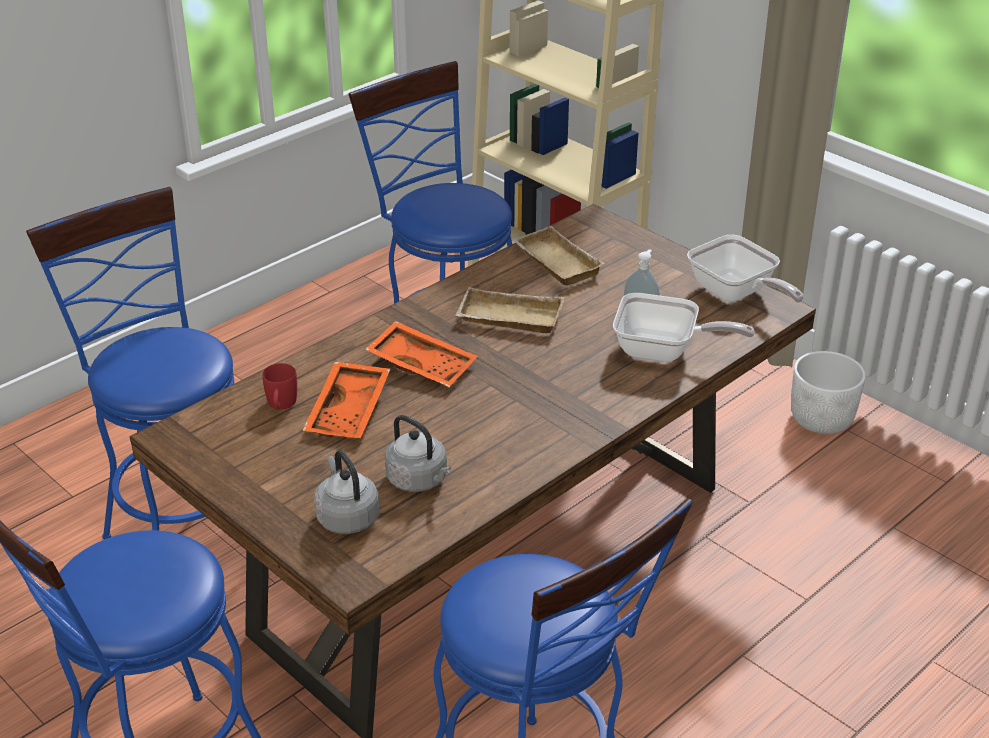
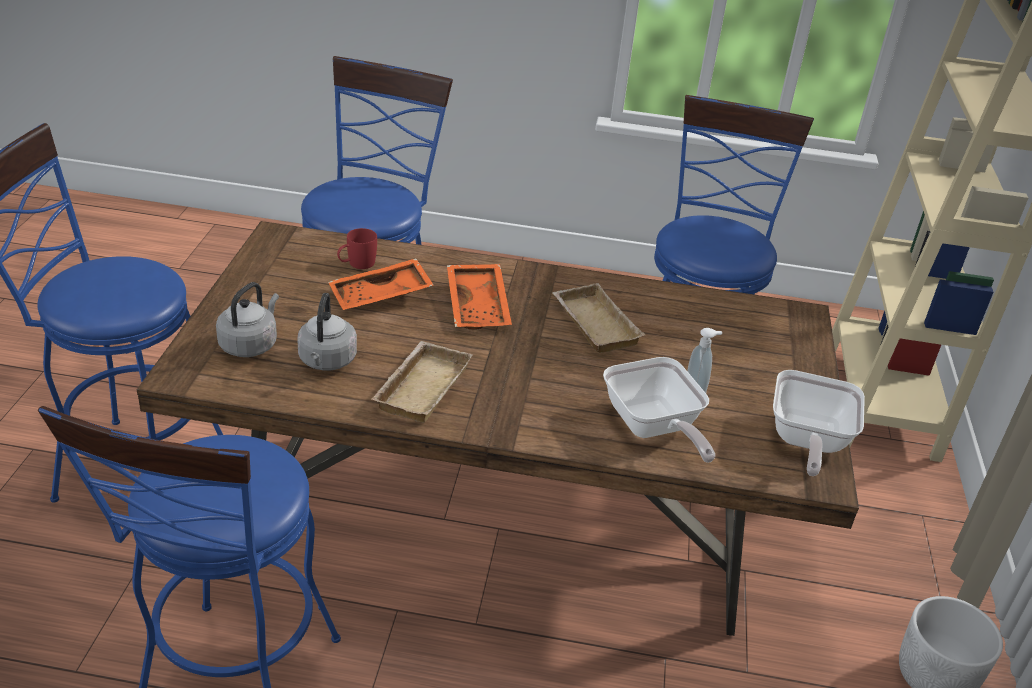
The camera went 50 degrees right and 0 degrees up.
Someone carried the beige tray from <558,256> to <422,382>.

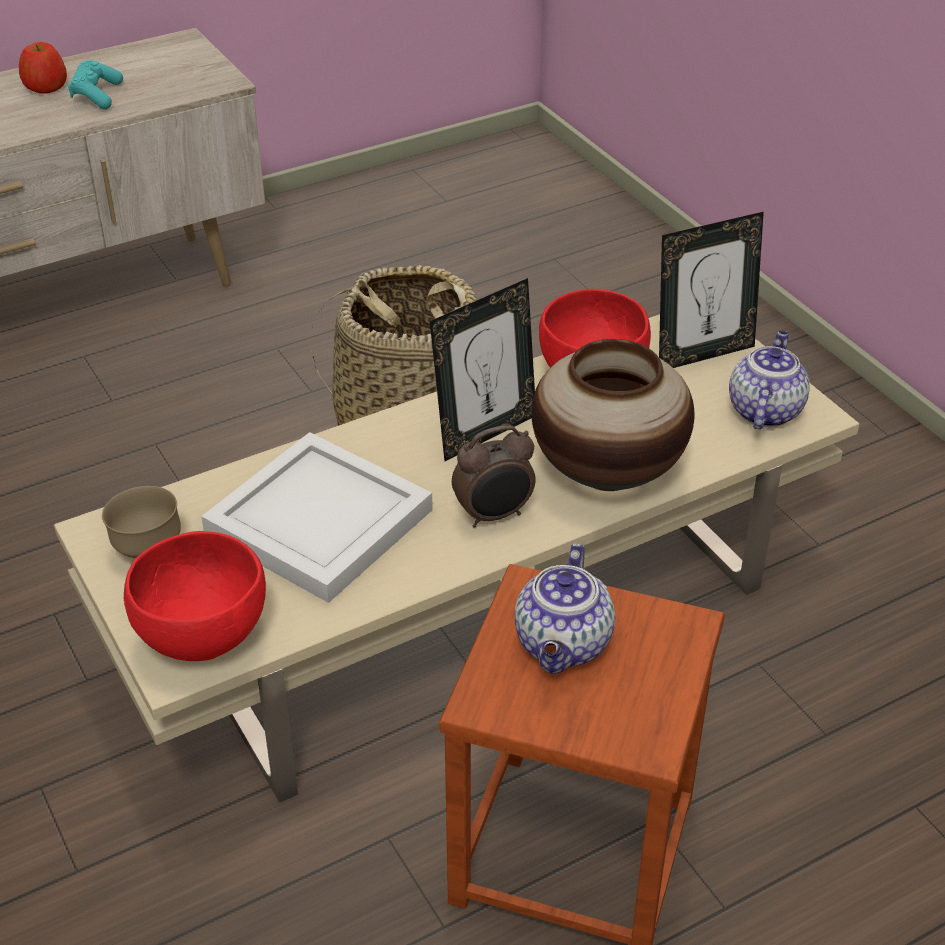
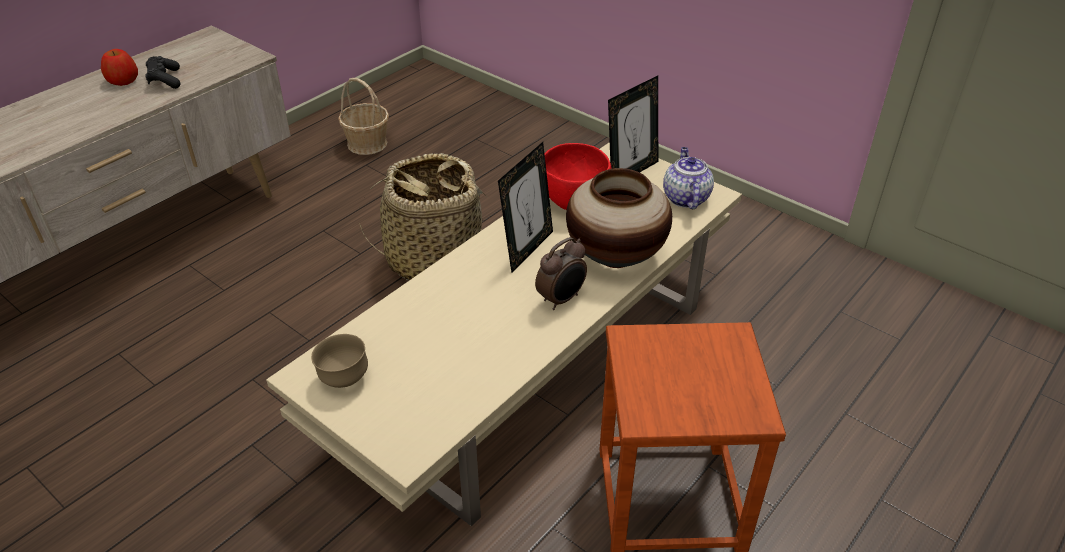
The camera went 20 degrees left and 0 degrees up.
Someone repainted the turquoise game controller at <95,84>, which became the black game controller at <163,72>.
Someone took away the red bowl at <195,596>.
Someone took away the white tray at <317,517>.
Someone took away the teapot at <565,608>.
Someone put down the basket at <363,116>.

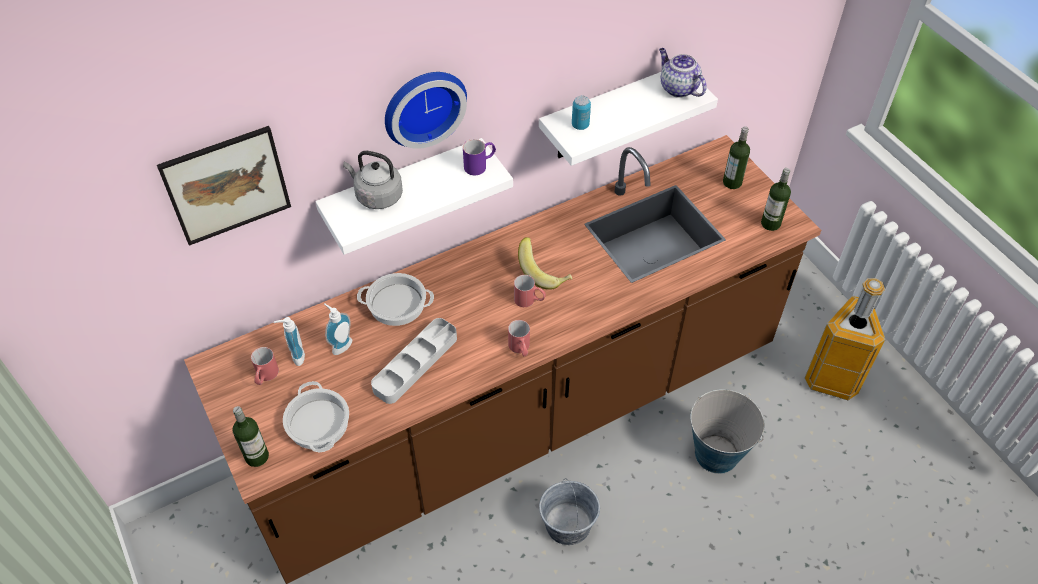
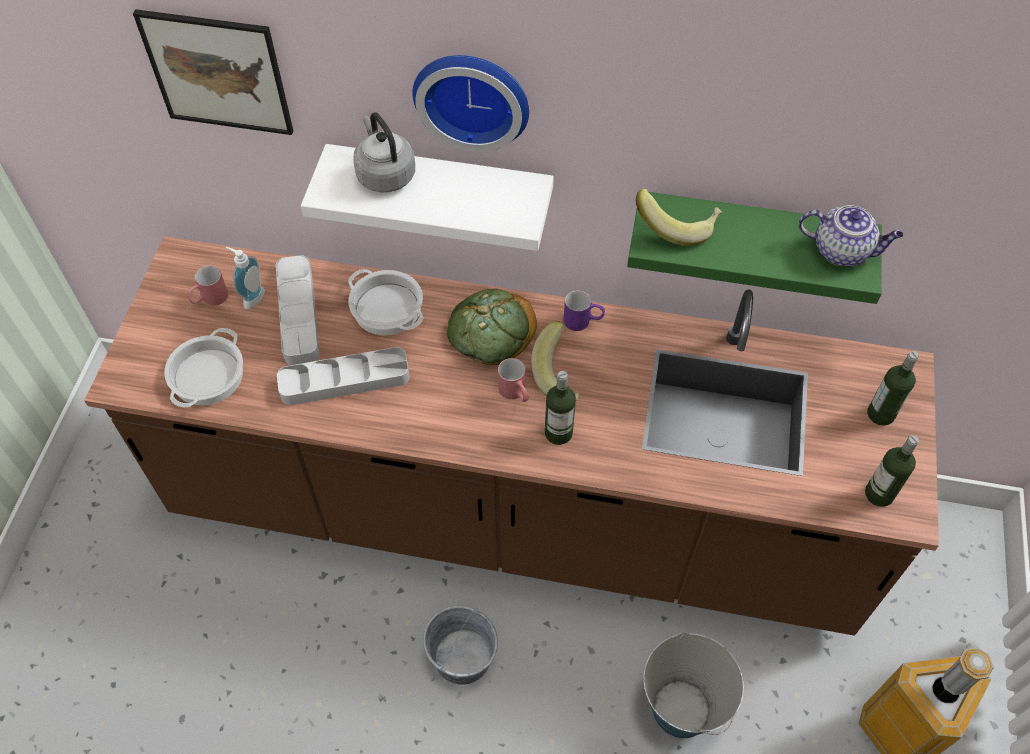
The camera went 40 degrees right and 5 degrees up.
Someone carried the bottle from <251,436> to <560,408>.
Someone swapped the soap dispenser at <338,329> for the grey tray at <298,310>.
Someone carried the purple mug from <479,157> to <584,310>.
Someone took away the red mug at <519,338>.
Someone repainted the white shelf at <628,119>, which became the green shelf at <754,248>.
Someone swapped the can at <581,112> for the banana at <679,217>.
Someone rotated the teapot at <683,73> by 105 degrees clockwise.
Someone put down the bread at <492,327>.

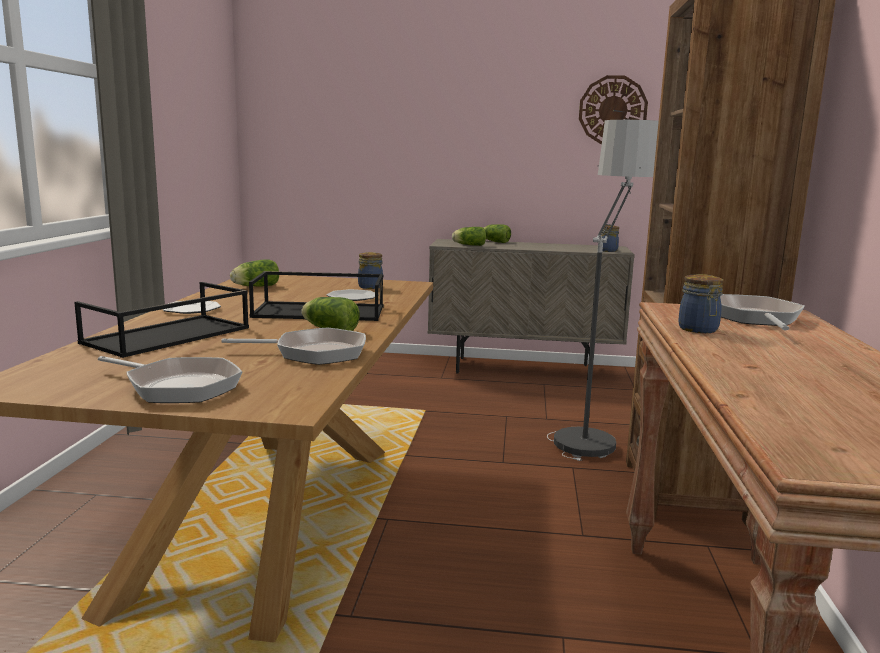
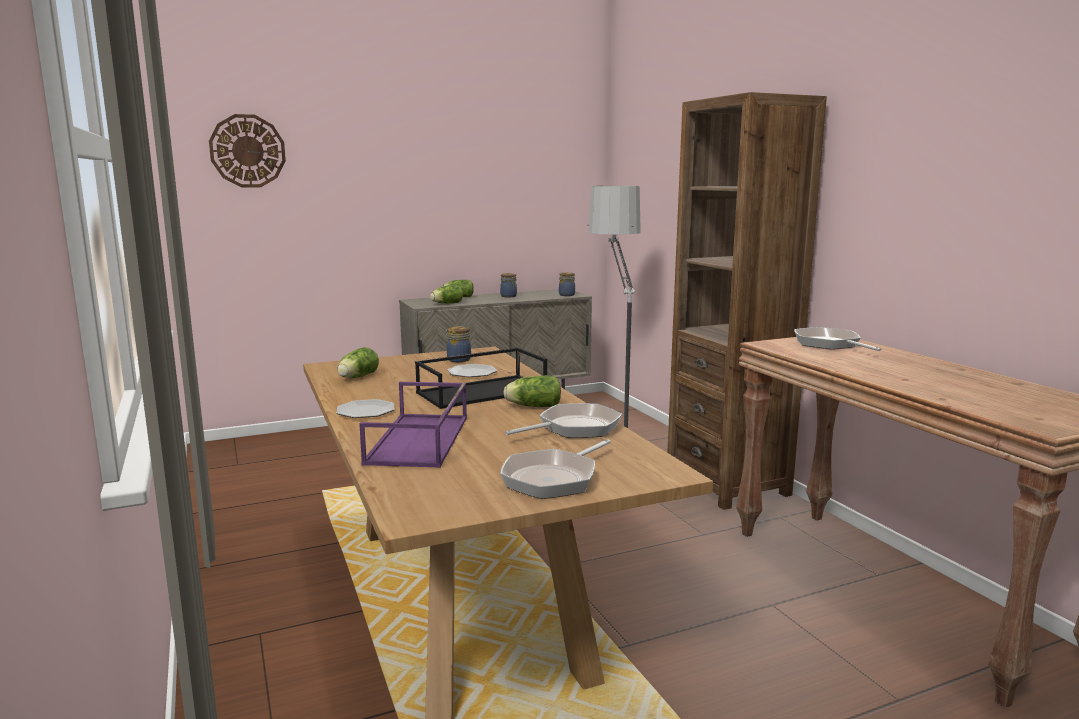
The camera went 30 degrees left and 0 degrees up.
Someone repainted the black tray at <161,320>, which became the purple tray at <413,425>.
Someone rotated the frying pan at <170,379> by 135 degrees clockwise.
Someone carried the wall clock from <613,110> to <247,150>.
Someone carried the jar from <700,303> to <508,285>.

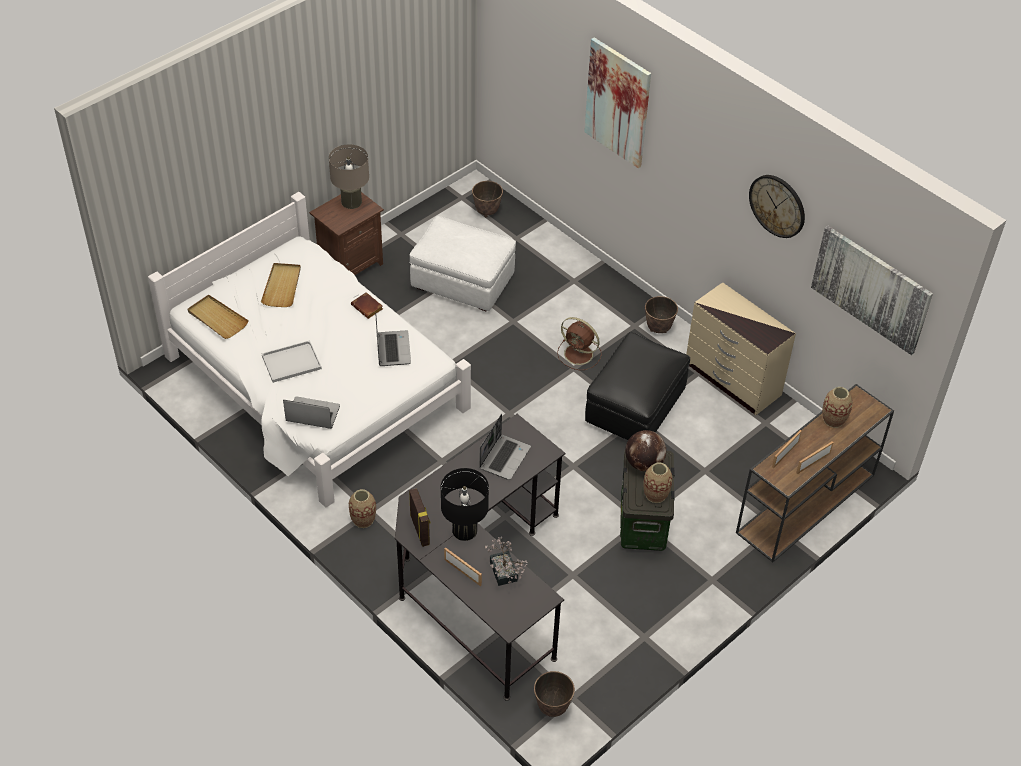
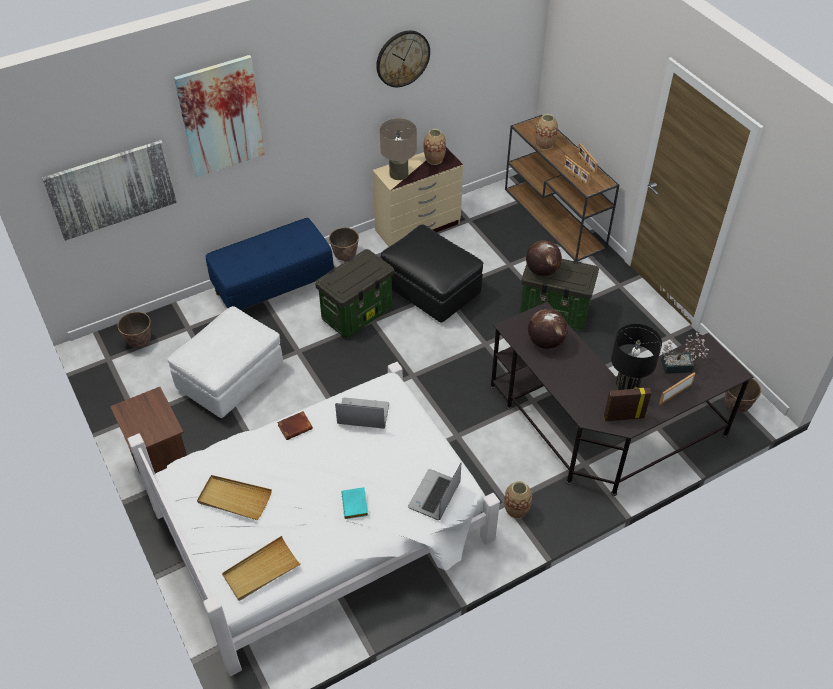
The camera went 75 degrees left and 0 degrees up.
Someone swapped the white tray at <292,361> for the turquoise book at <355,503>.
Someone carried the beige table lamp from <349,176> to <398,149>.
Someone swapped the laptop at <505,447> for the globe at <548,329>.
Someone swapped the brown fan at <579,343> for the storage box at <354,293>.
Someone carried the vase from <657,483> to <435,147>.
Someone carried the picture from <872,290> to <109,190>.
Someone put down the blue bench at <270,264>.

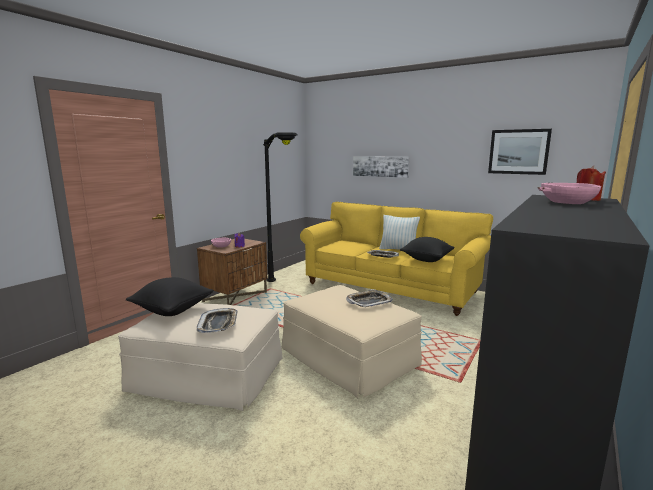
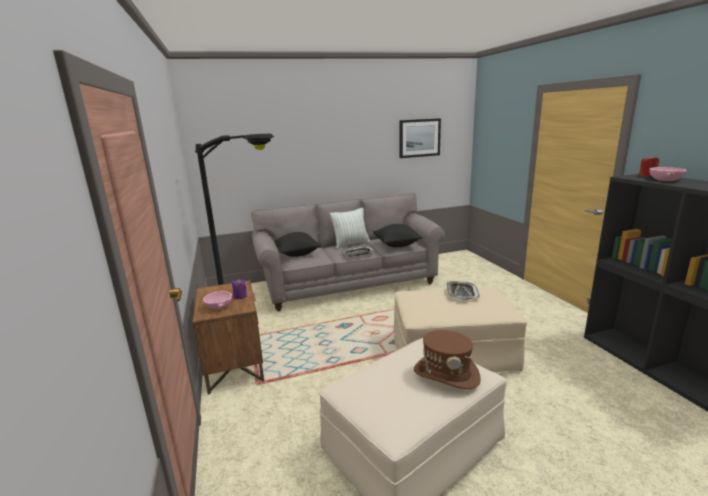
The camera went 50 degrees left and 5 degrees up.
Someone carried the black pillow from <170,296> to <297,244>.
Someone swapped the tray at <217,320> for the brown hat at <447,359>.
Someone repainted the yellow sofa at <396,259>, which became the grey sofa at <348,252>.
Someone took away the picture at <381,167>.

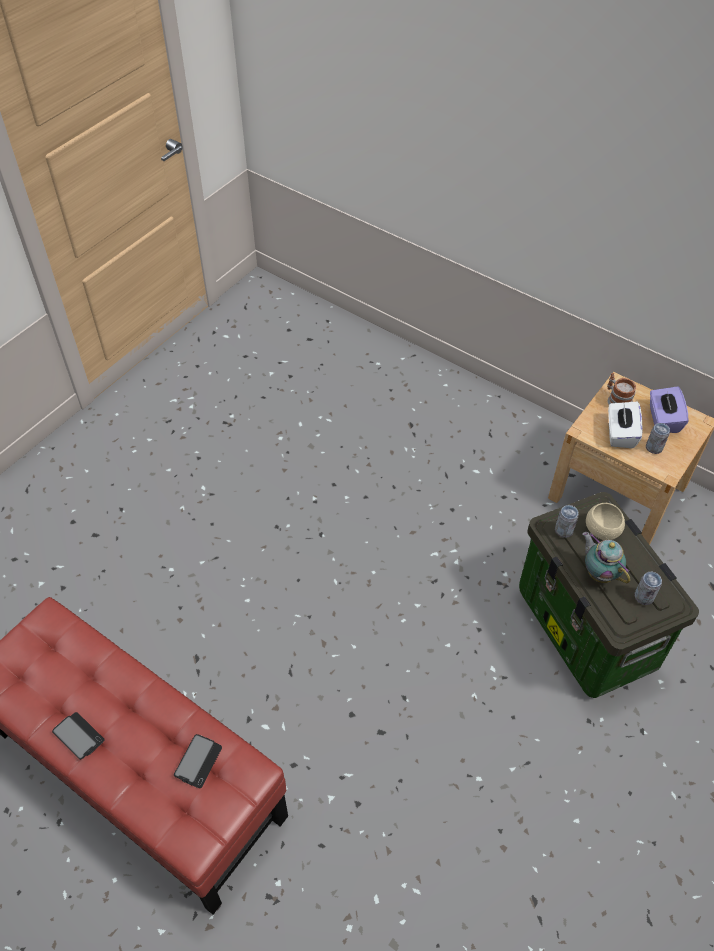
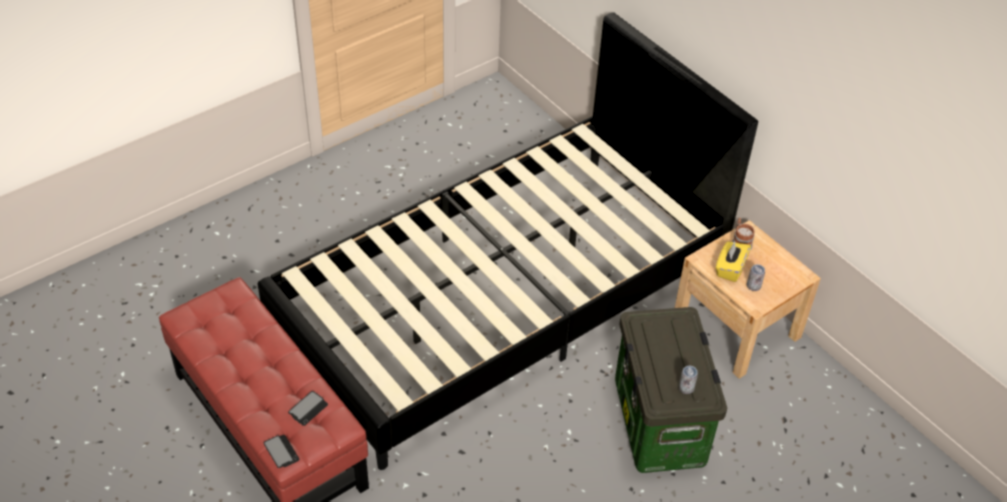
The camera went 15 degrees right and 5 degrees down.
Someone carried the phone from <78,736> to <281,451>.
Someone took away the can at <567,521>.
Someone took away the teapot at <606,557>.
Someone took away the beige bowl at <605,521>.
Someone repainted the white tissue box at <625,425>, which became the yellow tissue box at <733,261>.
Someone took away the purple tissue box at <669,409>.
Someone put down the black bed at <508,241>.

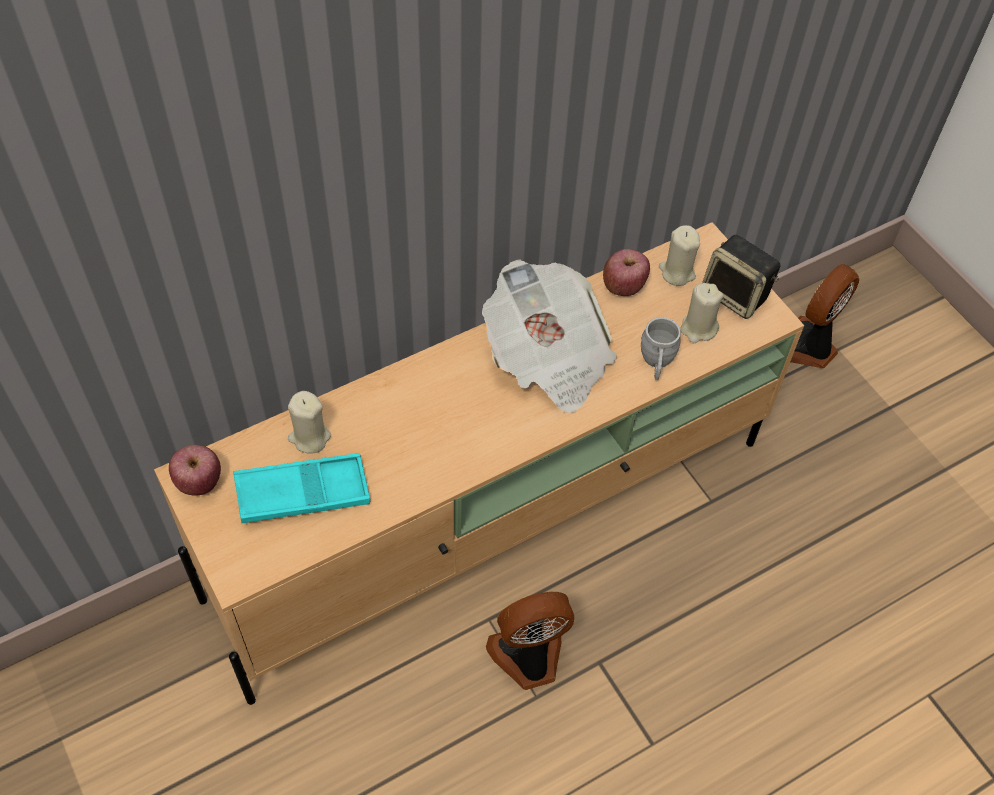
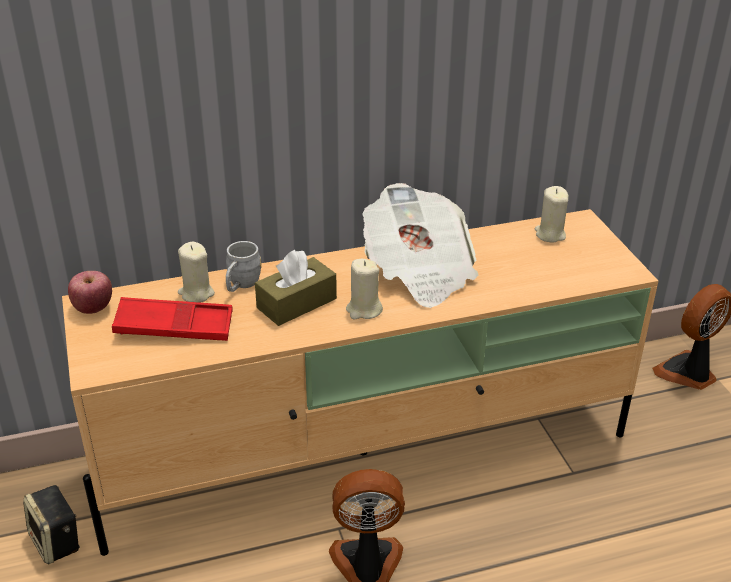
The camera went 15 degrees right and 20 degrees down.
Someone repainted the turquoise tray at <302,488>, which became the red tray at <172,319>.
Someone took away the apple at <626,272>.
Someone carried the grey mug from <661,348> to <244,266>.
Someone carried the beige candle from <701,313> to <364,289>.
Someone carried the speaker from <741,277> to <51,525>.
Someone put down the brown tissue box at <296,288>.

